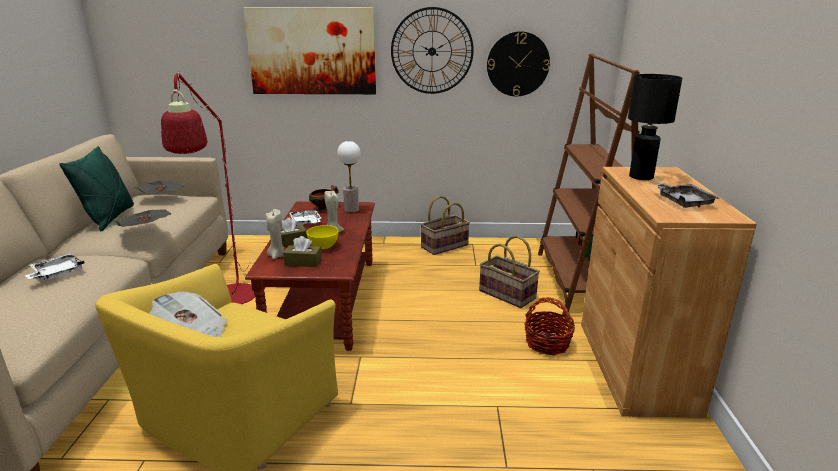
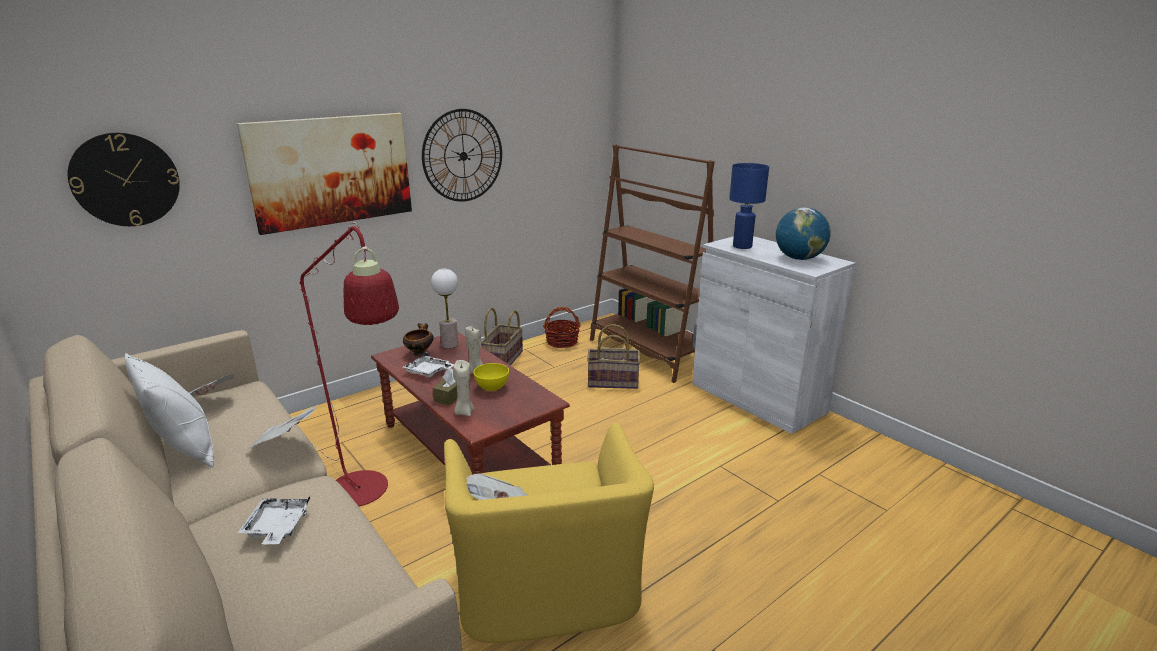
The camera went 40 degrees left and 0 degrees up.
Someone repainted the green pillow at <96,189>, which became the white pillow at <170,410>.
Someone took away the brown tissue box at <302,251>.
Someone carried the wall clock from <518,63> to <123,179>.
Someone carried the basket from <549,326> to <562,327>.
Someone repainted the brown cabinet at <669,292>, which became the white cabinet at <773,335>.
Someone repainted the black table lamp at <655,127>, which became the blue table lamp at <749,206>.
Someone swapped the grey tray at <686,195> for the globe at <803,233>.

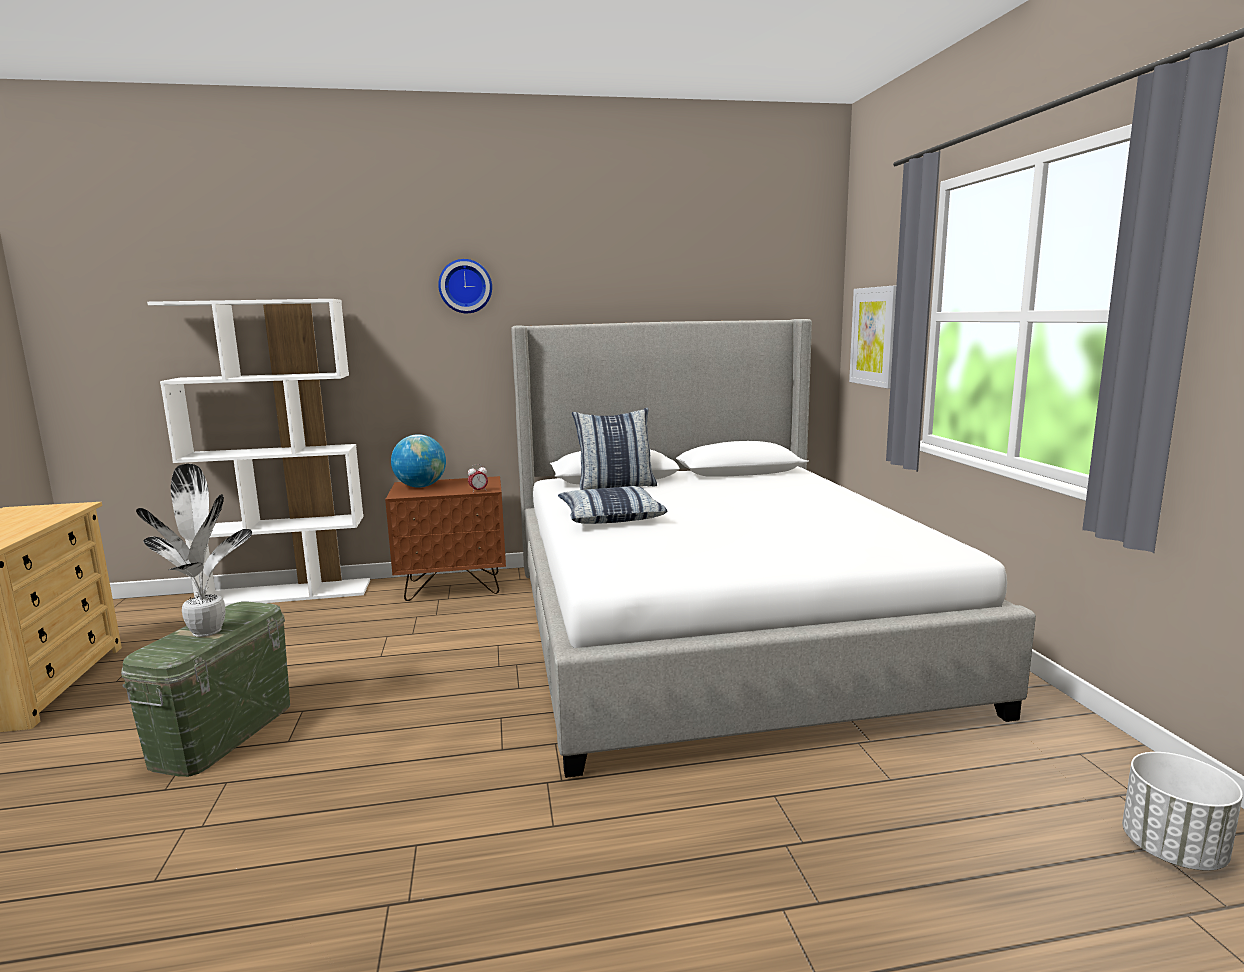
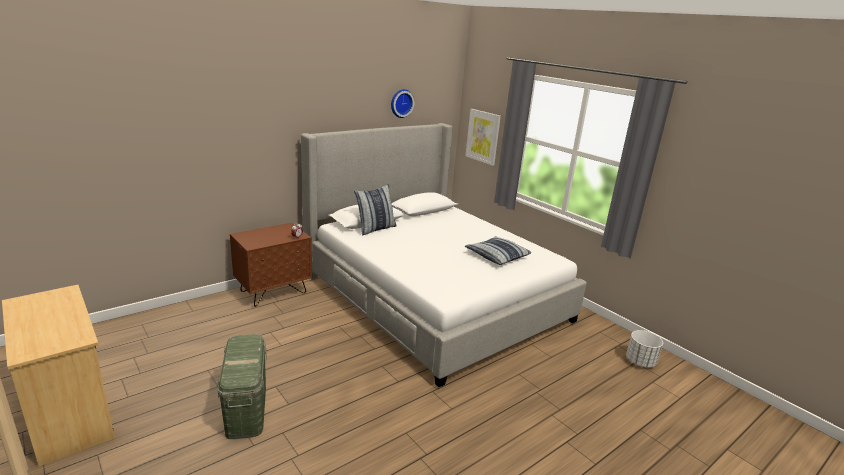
The camera went 30 degrees left and 10 degrees up.
Someone took away the potted plant at <194,550>.
Someone took away the white bookcase at <258,452>.
Someone took away the globe at <418,461>.
Someone carried the wall clock from <465,286> to <402,103>.
Someone carried the pillow from <612,505> to <498,250>.

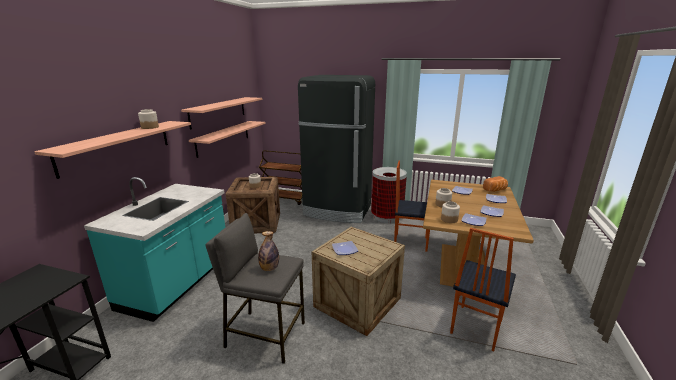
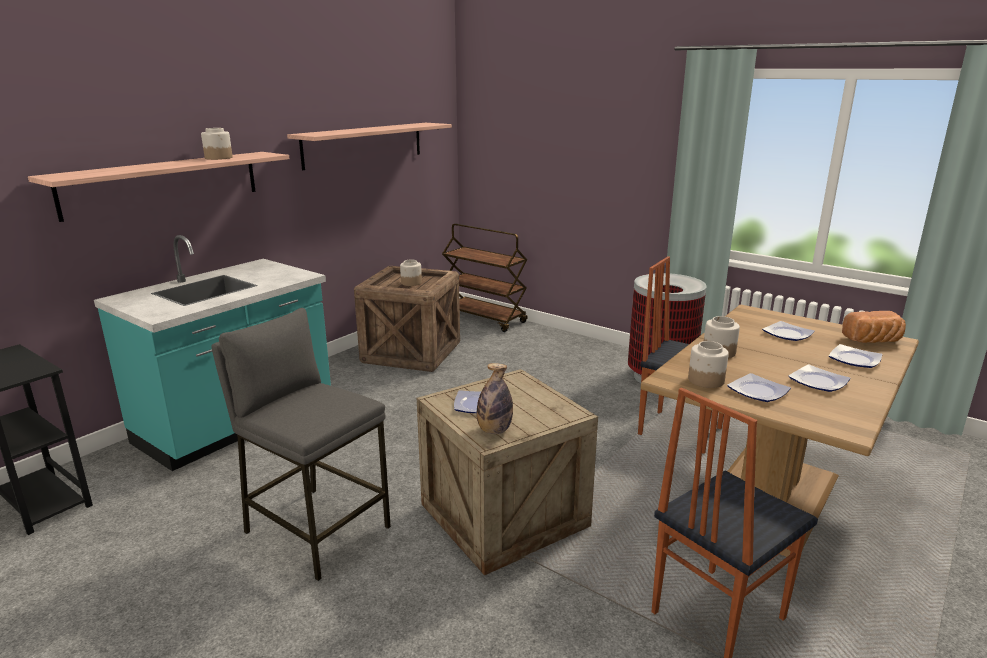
The camera went 20 degrees right and 0 degrees up.
Someone took away the shelf at <227,139>.
Someone carried the bottle from <268,251> to <495,398>.
Someone took away the black fridge at <336,149>.

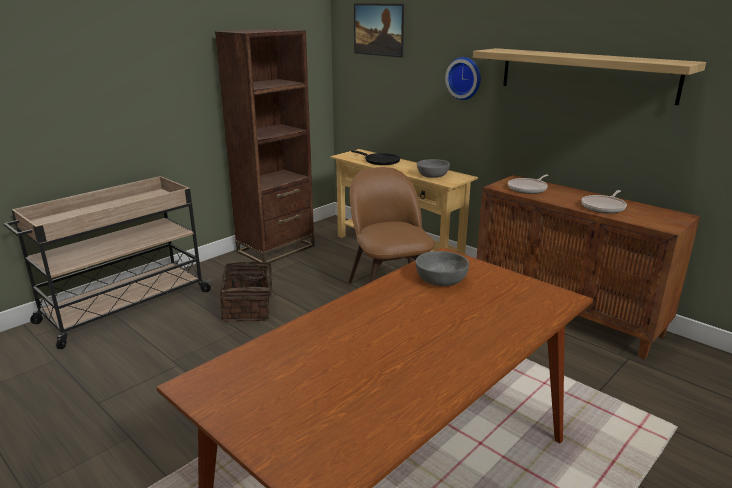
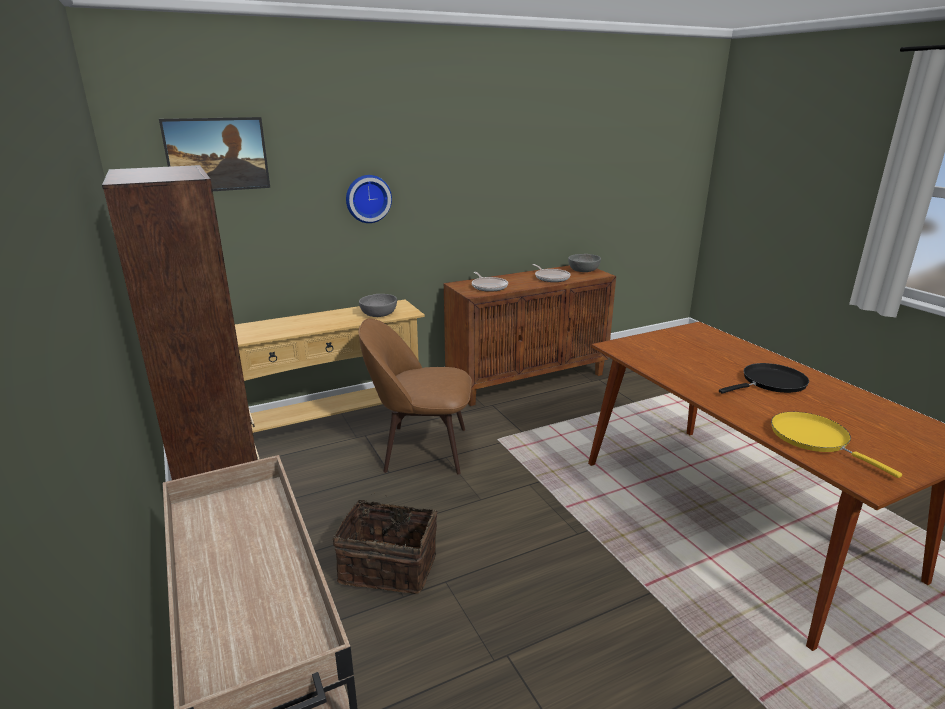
The camera went 70 degrees left and 0 degrees up.
Someone carried the black frying pan from <376,157> to <764,378>.
Someone carried the grey bowl from <442,268> to <584,263>.
Someone took away the shelf at <589,76>.
Someone put down the yellow frying pan at <836,445>.

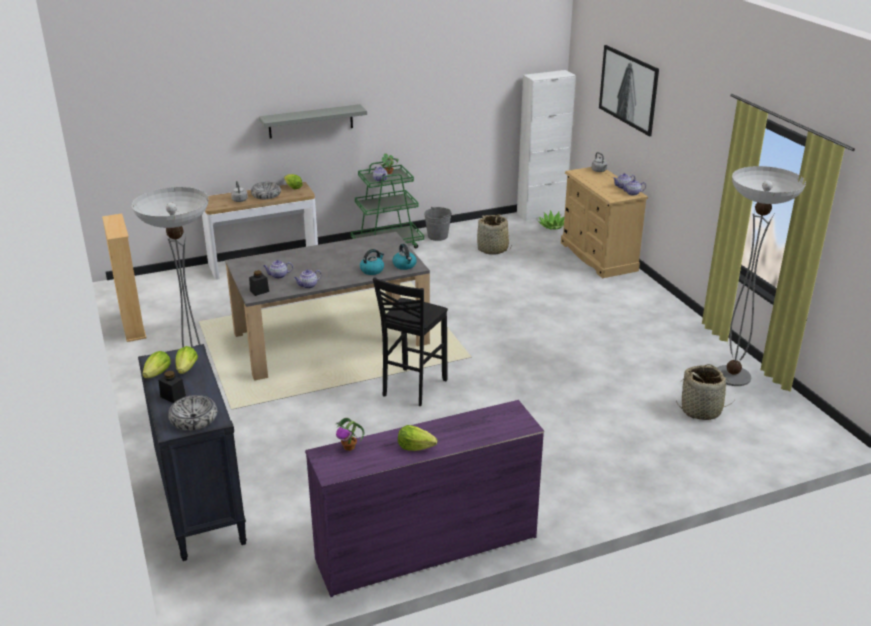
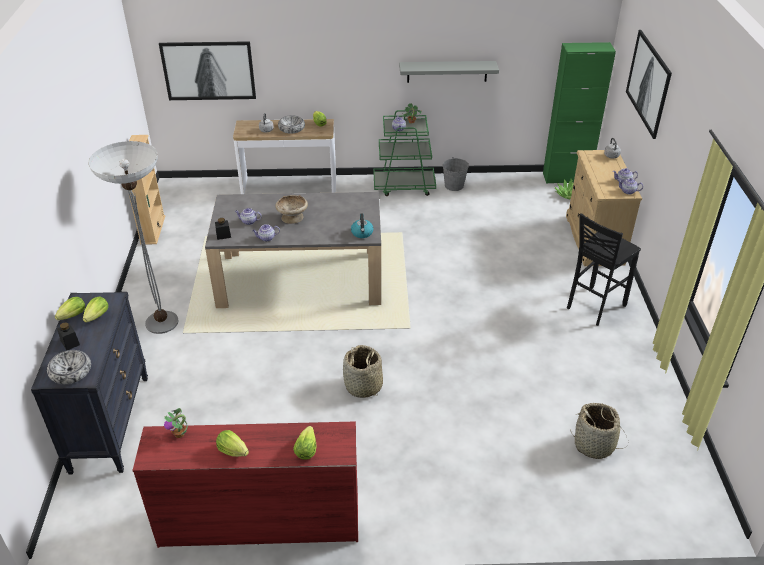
The camera went 20 degrees right and 10 degrees up.
Someone carried the grey shelf from <313,121> to <449,72>.
Someone repainted the purple dresser at <424,498>, which became the red dresser at <245,484>.
Someone took away the kettle at <372,262>.
Someone carried the black stool from <410,341> to <604,269>.
Someone carried the basket from <494,234> to <363,371>.
Someone repainted the white cabinet at <546,145>, which became the green cabinet at <579,113>.
Someone took away the floor lamp at <761,276>.
Someone put up the picture at <207,70>.
Someone put down the beige bowl at <291,209>.
Someone put down the lettuce at <304,442>.

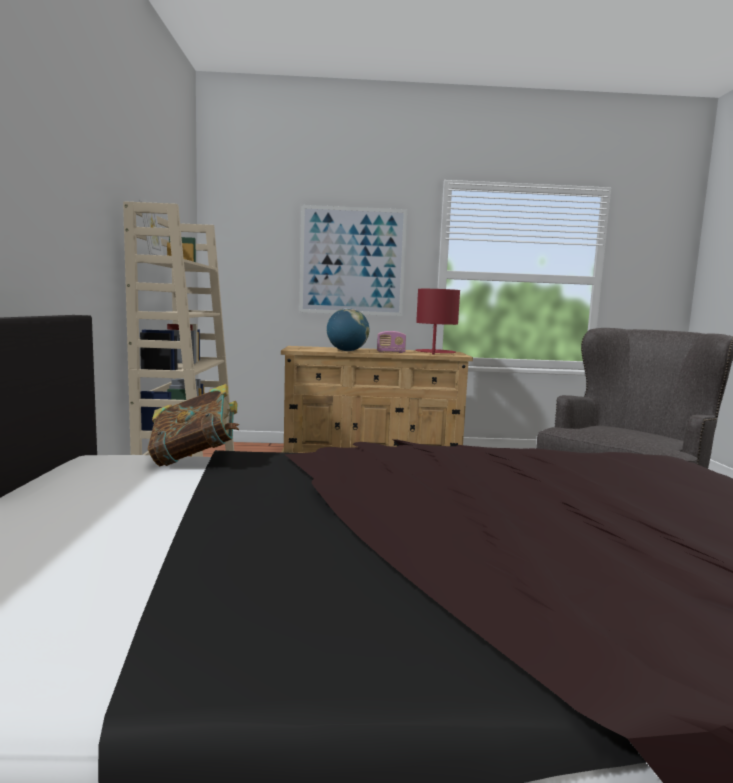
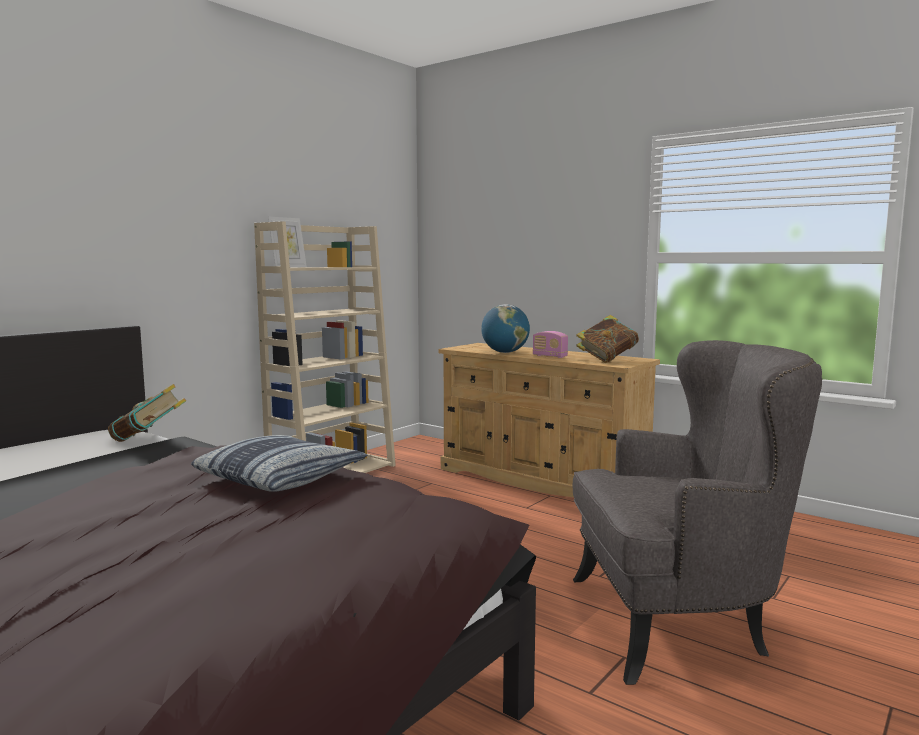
The camera went 40 degrees right and 0 degrees up.
Someone took away the picture at <353,260>.
Someone swapped the red table lamp at <437,322> for the book at <608,339>.
Someone put down the pillow at <279,463>.

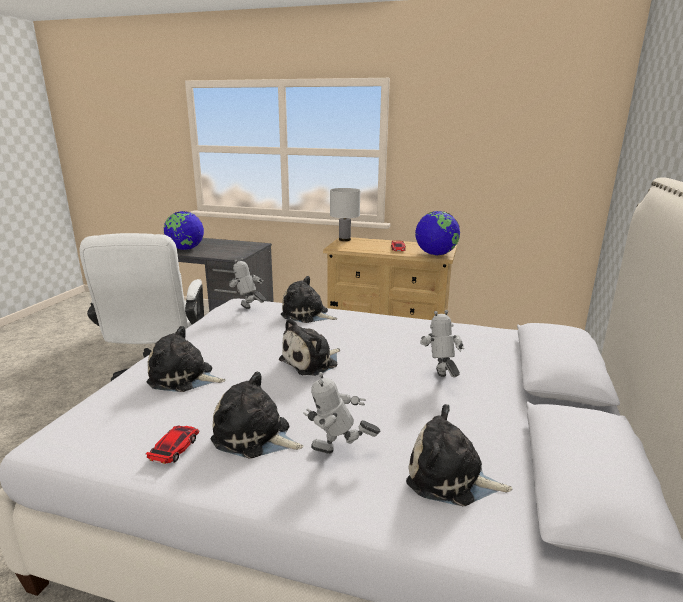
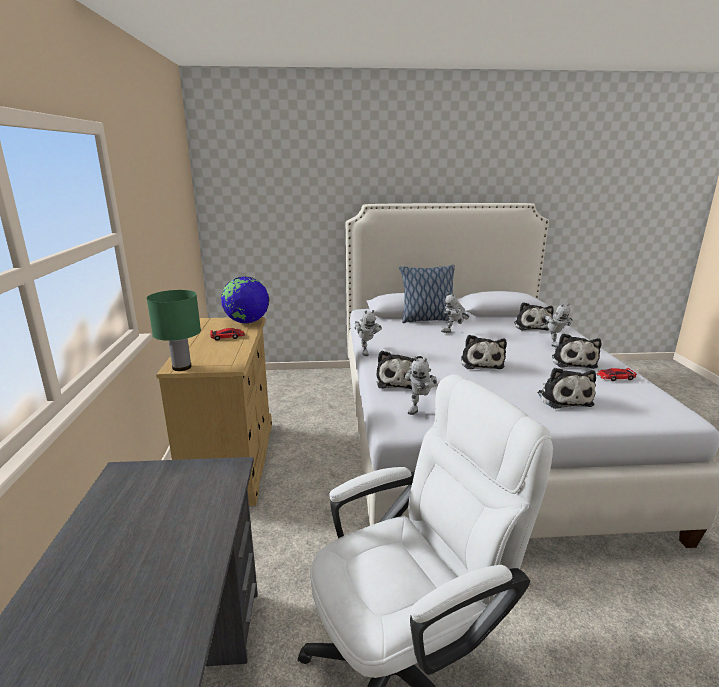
The camera went 110 degrees left and 0 degrees up.
Someone took away the globe at <184,230>.
Someone rotated the plush toy at <309,347> by 60 degrees clockwise.
Someone repainted the white table lamp at <345,214>, which became the green table lamp at <174,330>.
Someone put down the toy robot at <368,333>.
Someone put down the pillow at <427,294>.

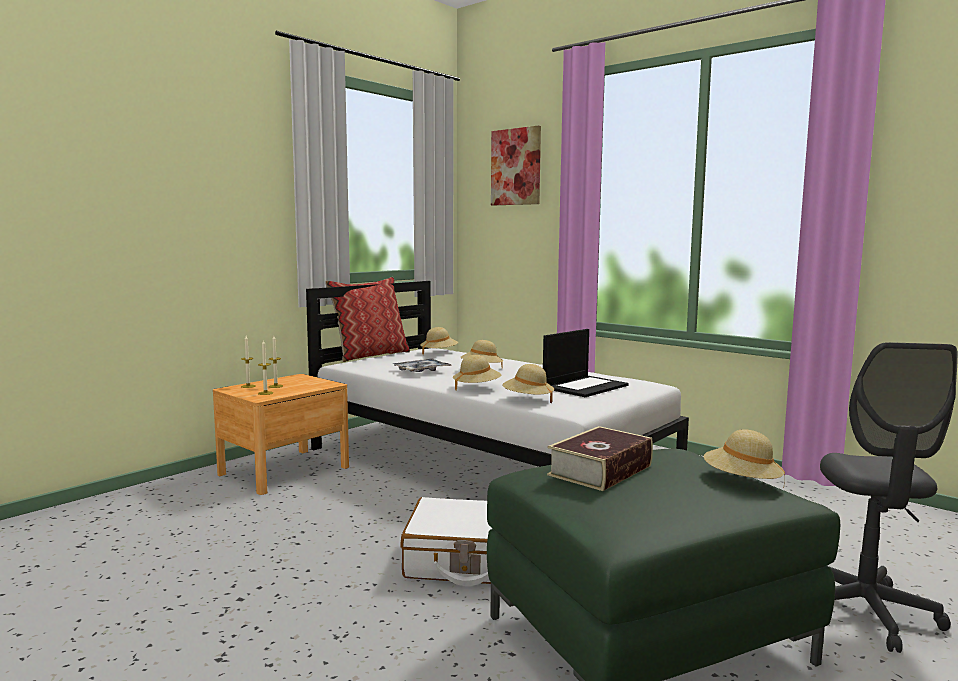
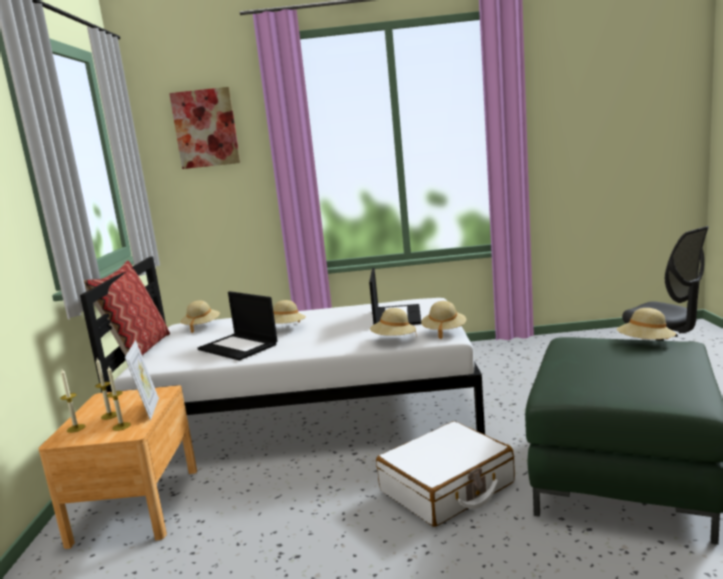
The camera went 40 degrees left and 5 degrees up.
Someone swapped the tray at <422,365> for the laptop at <238,326>.
Someone carried the beige hat from <477,372> to <443,320>.
Someone took away the book at <600,458>.
Someone put down the picture frame at <142,380>.

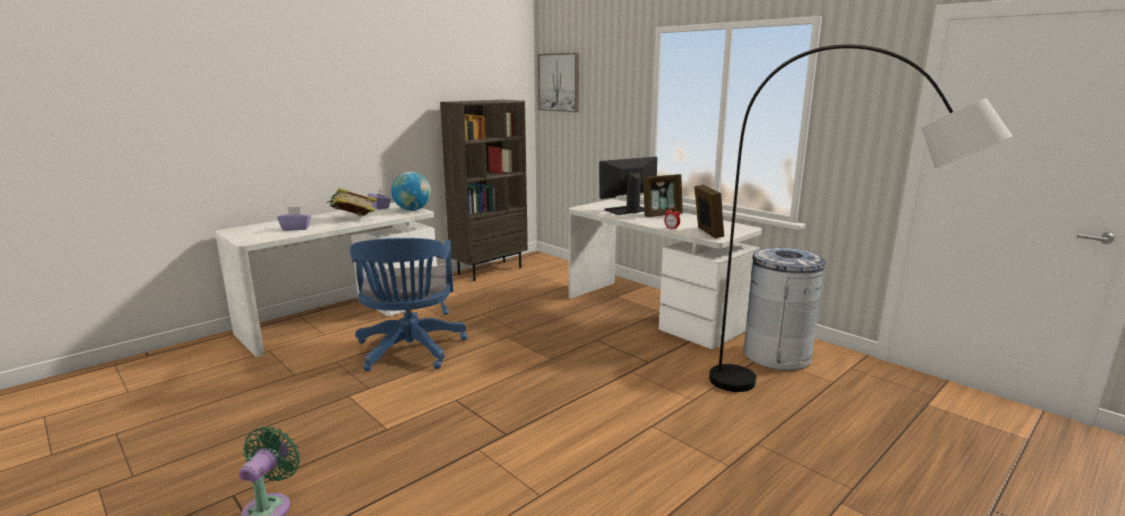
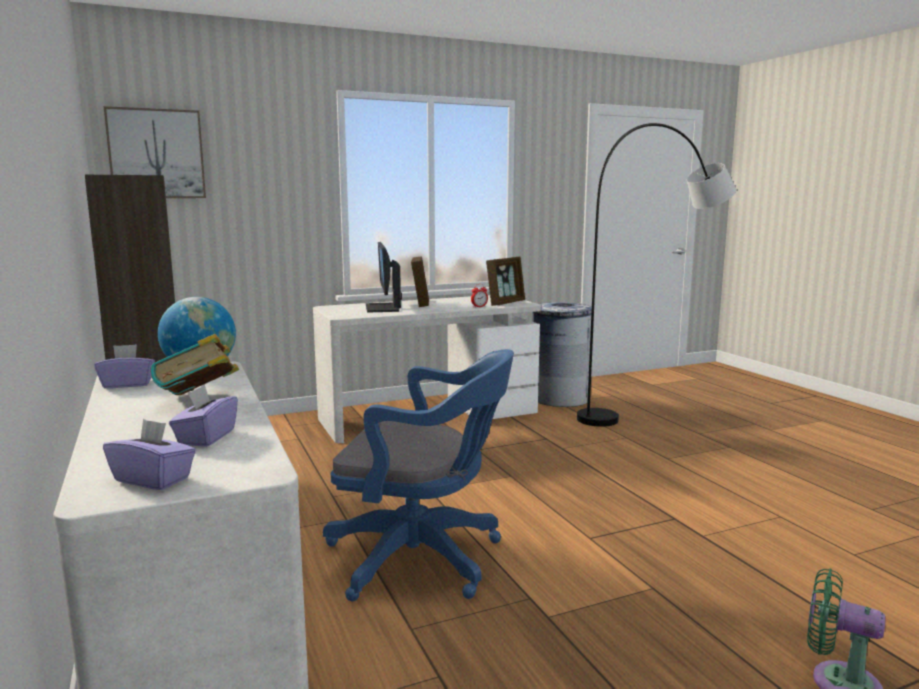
The camera went 70 degrees left and 5 degrees down.
Someone rotated the picture frame at <709,211> by 120 degrees clockwise.
Someone put down the purple tissue box at <149,454>.

